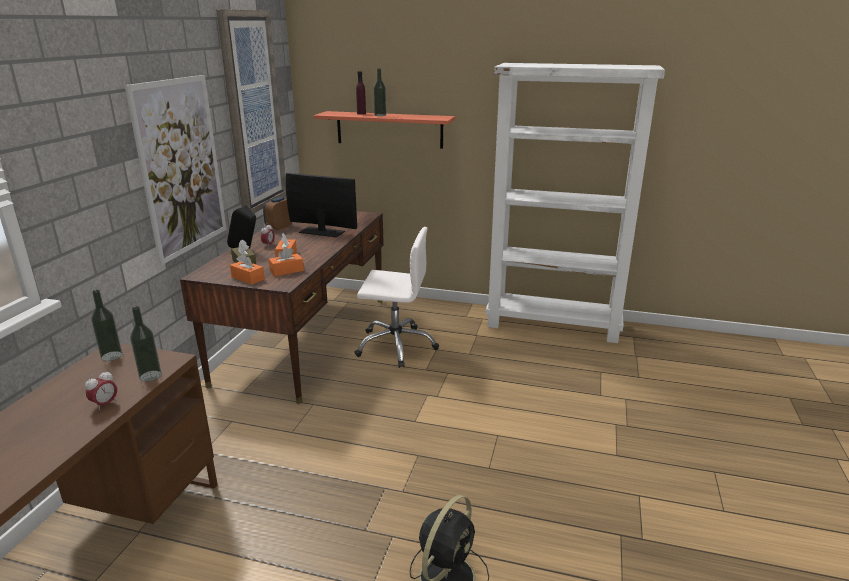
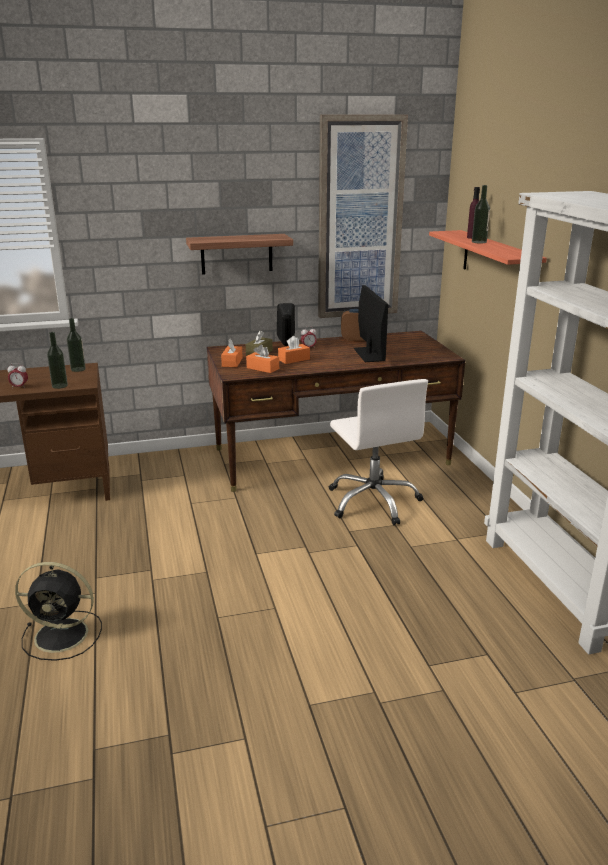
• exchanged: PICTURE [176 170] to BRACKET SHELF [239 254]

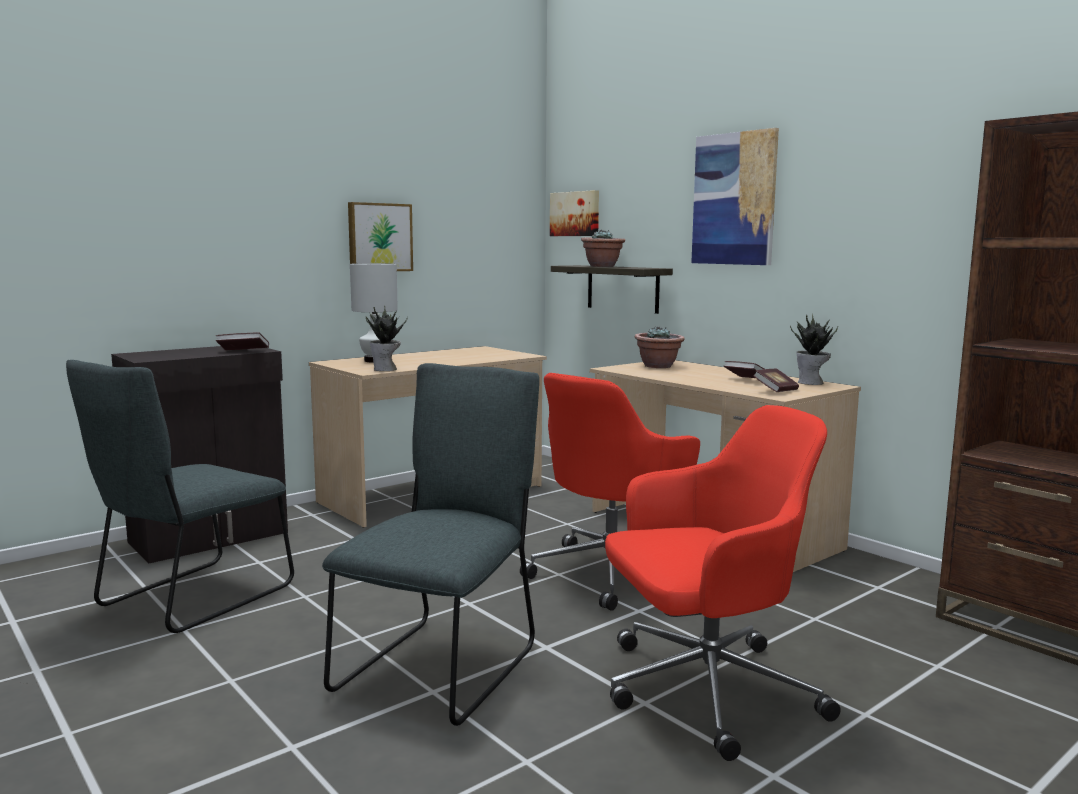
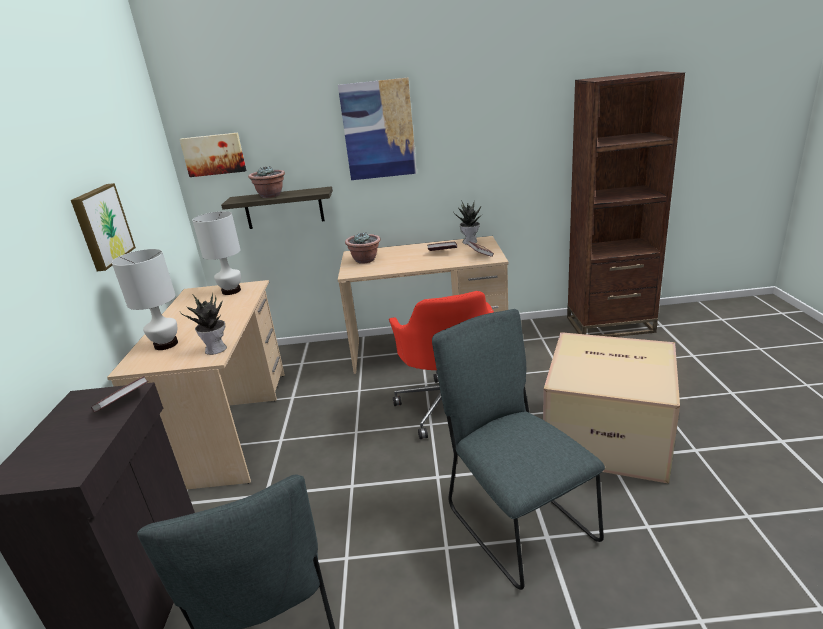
• exchanged: RED OFFICE CHAIR [723 583] to CARDBOARD BOX [611 408]
• appeared: WHITE TABLETOP LAMP [216 253]

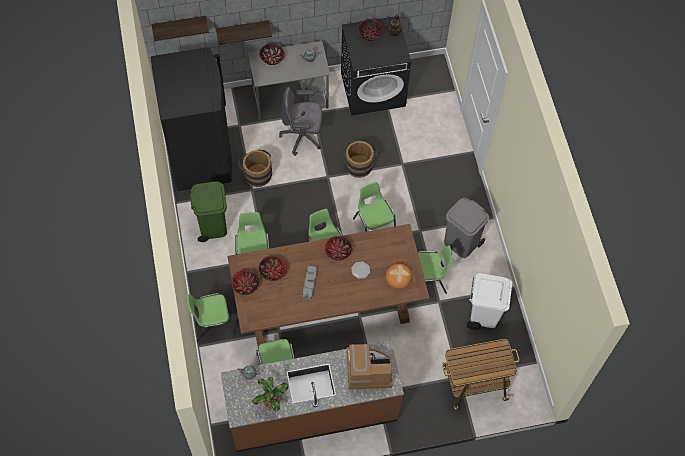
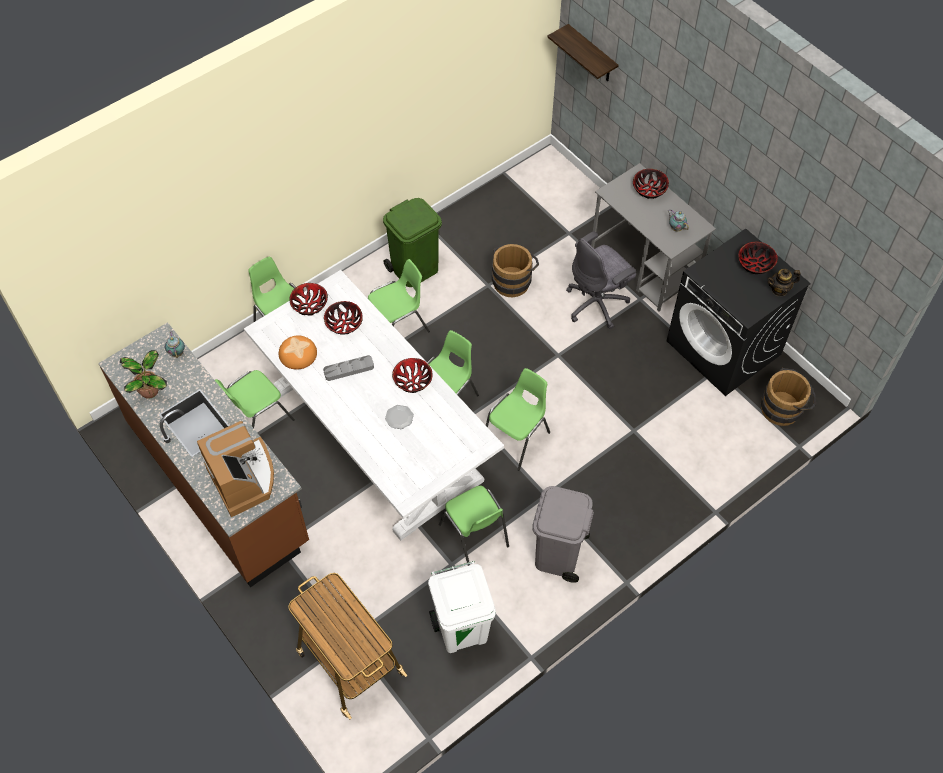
• missing: BLACK-COLOURED KITCHEN FRIDGE [191 119]
• missing: BRACKET SHELF [244 32]
• colour: BROWNISH DINING TABLE [328 287] to WHITE DINING TABLE [374 405]
• spun: GREY OFFICE CHAIR [300 121] = [601 280] 105 degrees counterclockwise
• relocated: BROWNISH BUCKET [360 159] to [788 397]
• relocated: BREAD [399 276] to [298 353]

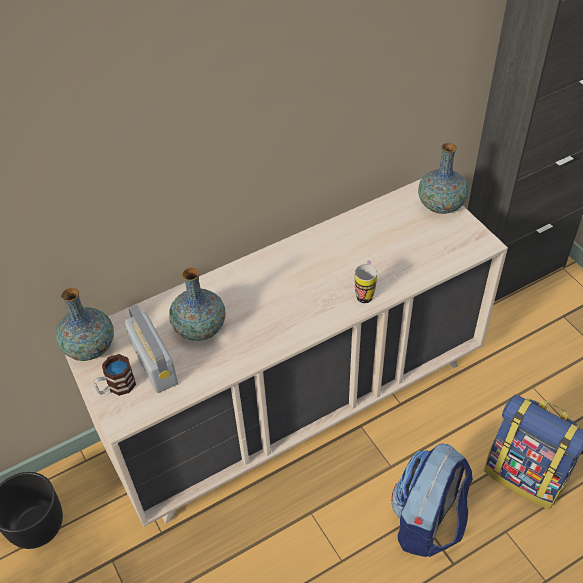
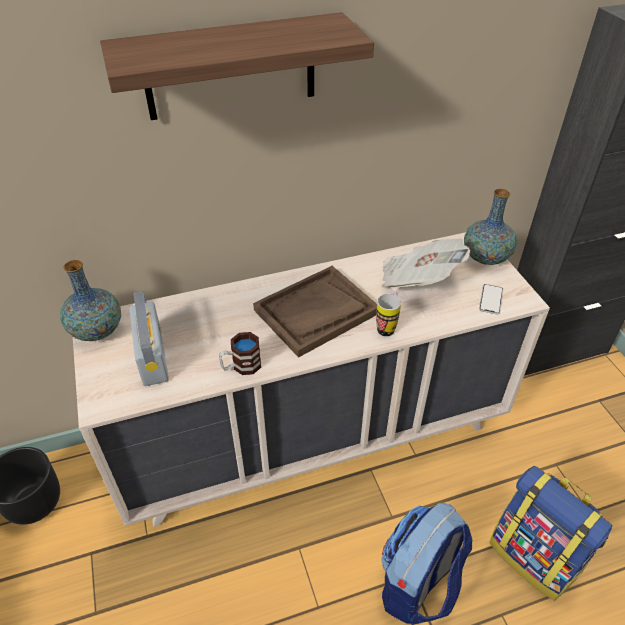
• relocated: COFFEE MUG [114 375] to [240 353]
• missing: VASE [197 304]
• appeared: BRACKET SHELF [237 66]
• appeared: BROWNISH CARRYING TRAY [315 312]
• appeared: NEWSPAPER [426 263]
• appeared: HANDSET [491 299]

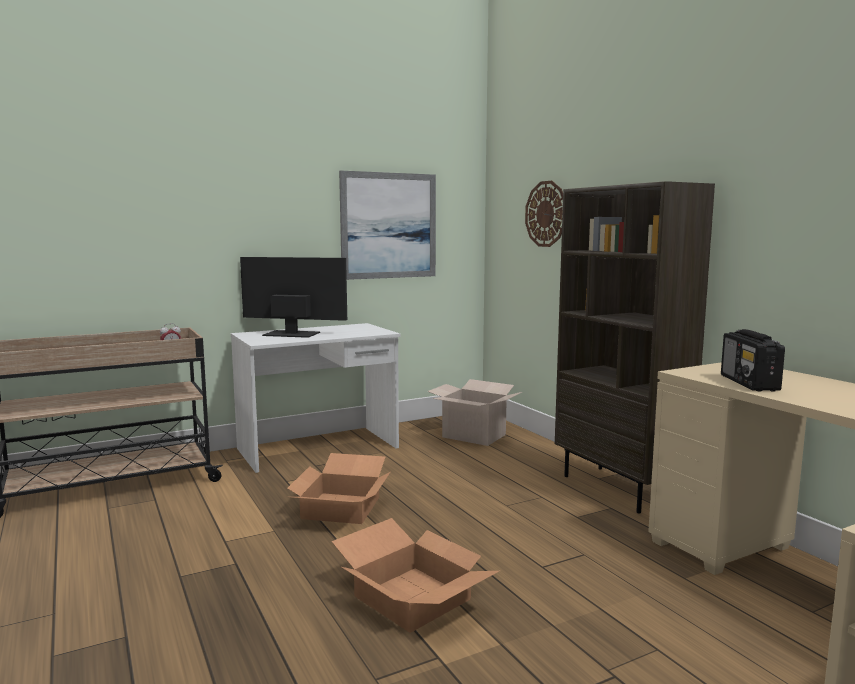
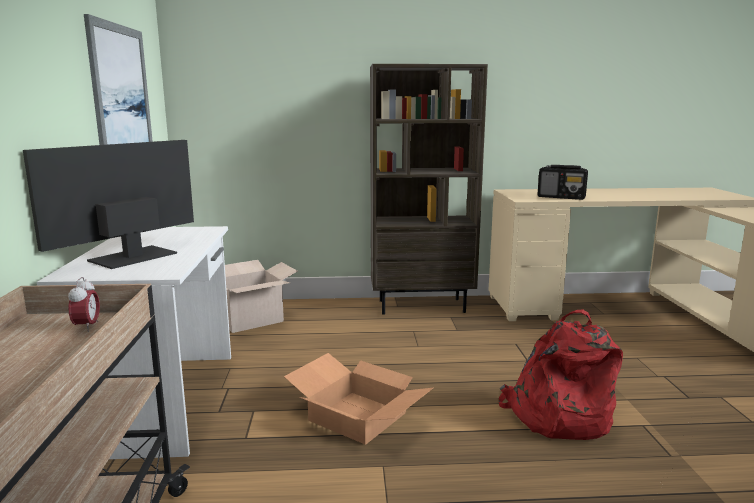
• exchanged: CARDBOARD BOX [415 575] to RED BACKPACK [561 374]
• missing: WALL CLOCK [544 214]

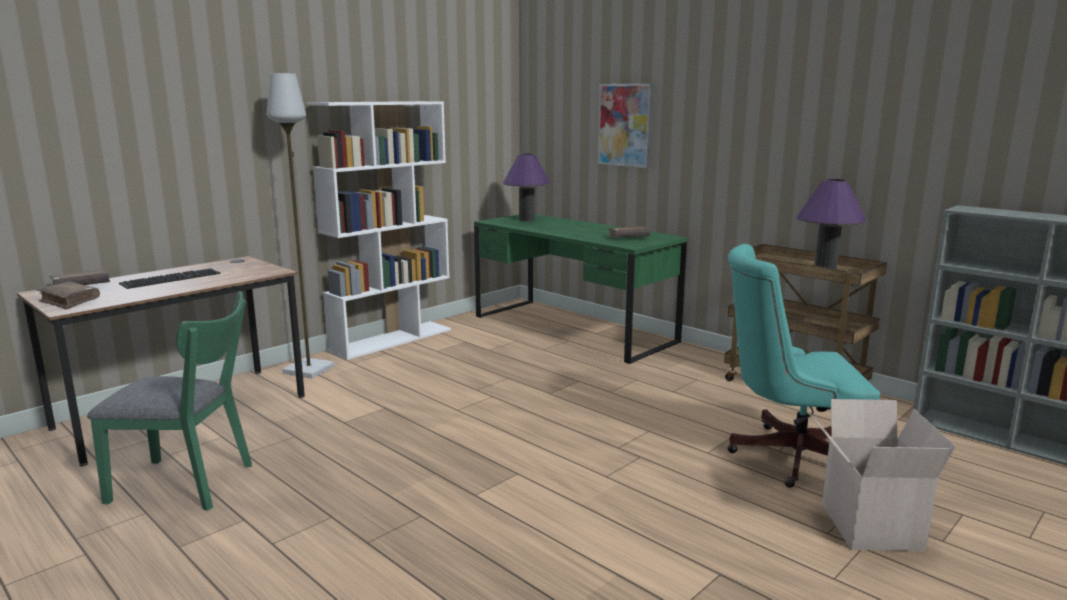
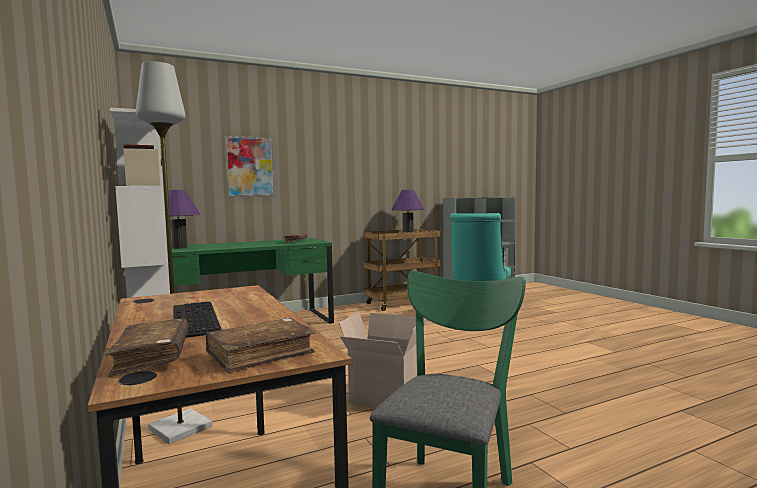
• relocated: CARDBOARD BOX [883 475] to [383 360]

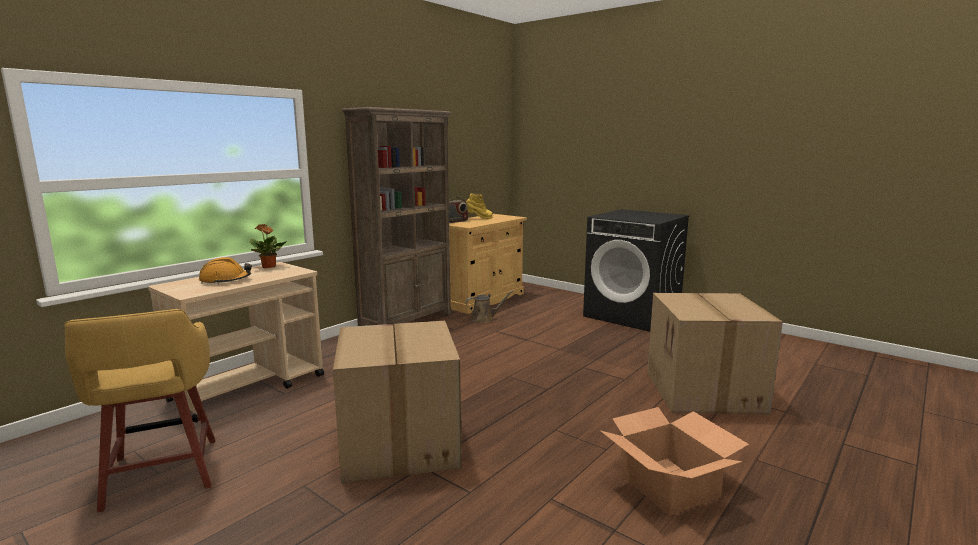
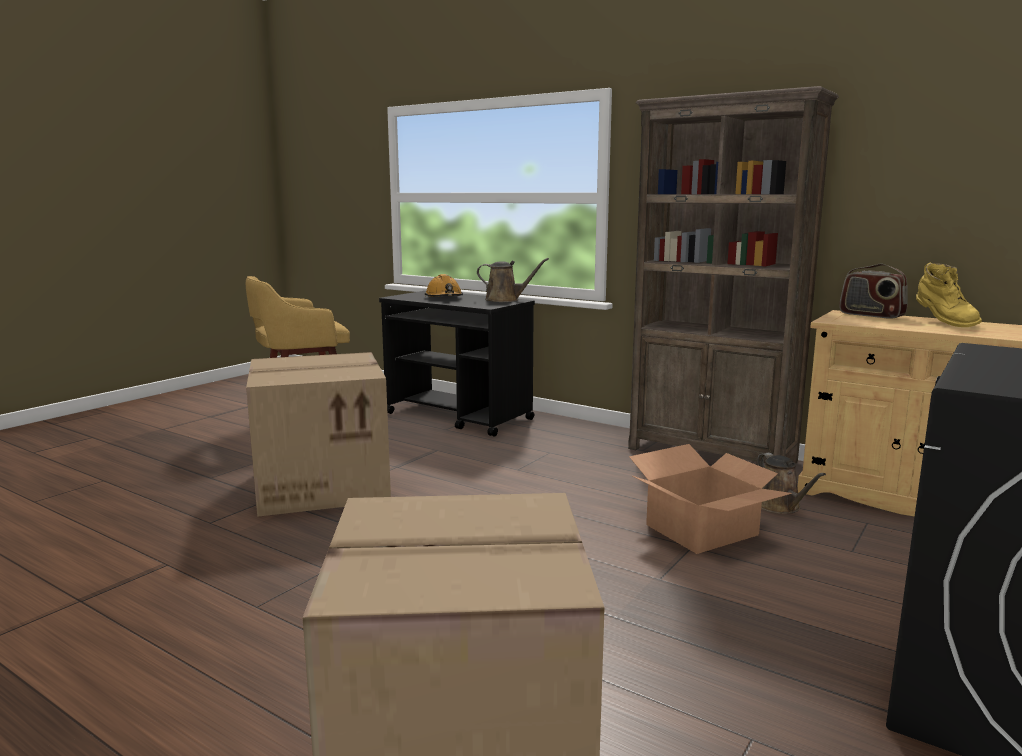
• colour: SAND-COLOURED TROLLEY [236 342] to BLACK-COLOURED TROLLEY [457 364]
• exchanged: POTTED PLANT [268 246] to BROWNISH WATERING CAN [513 280]
• relocated: CARDBOARD BOX [674 461] to [710 499]

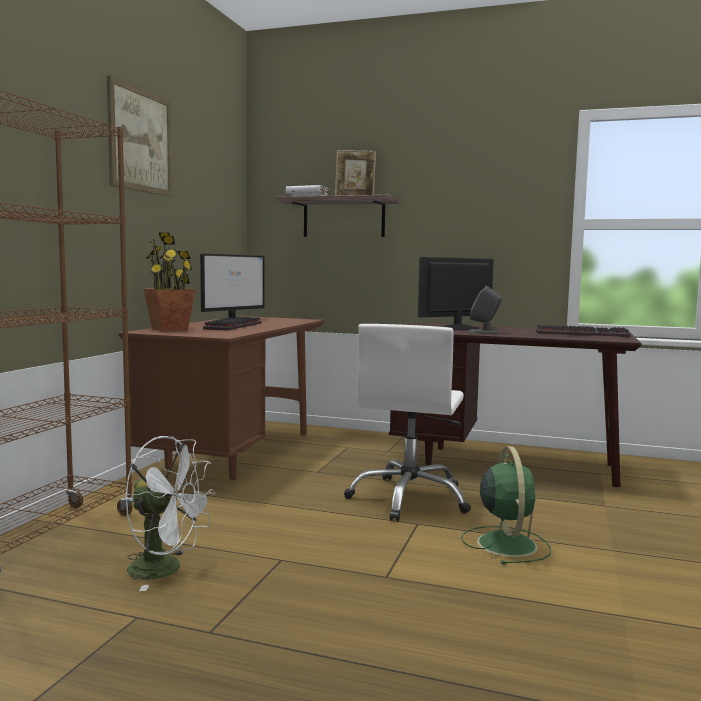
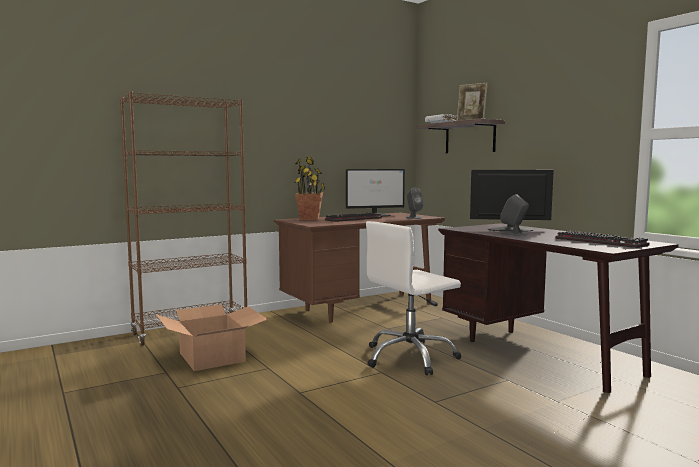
• missing: PICTURE [139 136]
• exchanged: WHITE ELECTRIC FAN [170 513] to CARDBOARD BOX [211 337]
• missing: GREEN-COLOURED ELECTRIC FAN [506 505]
• appeared: GREY SPEAKER [415 203]

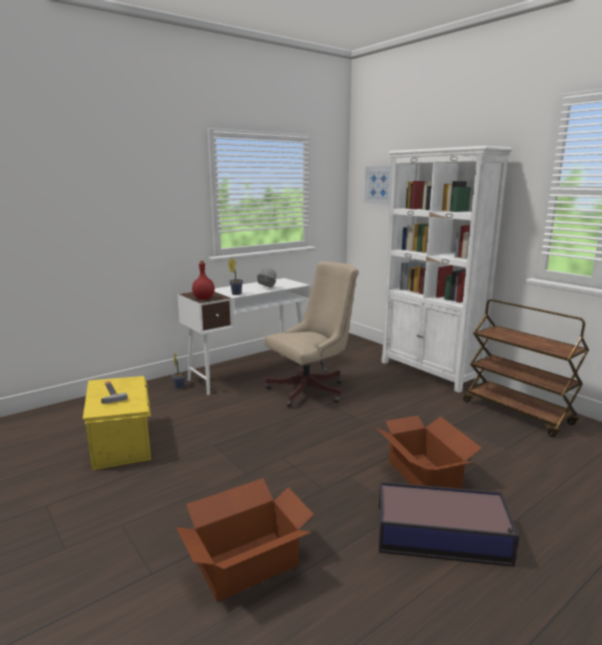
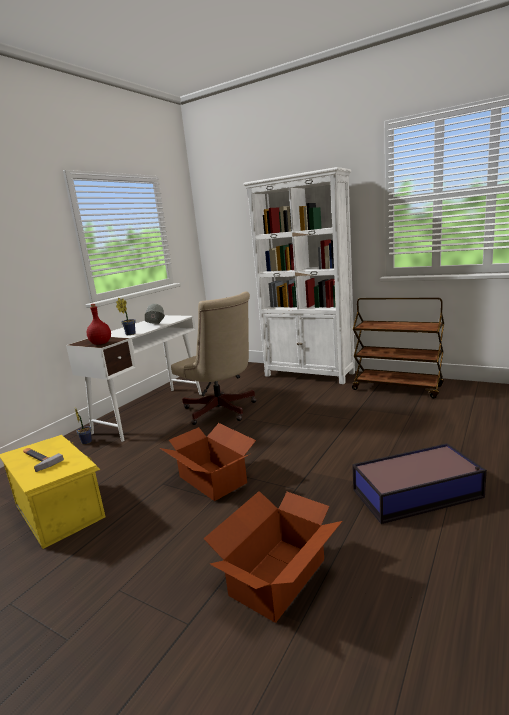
• spun: SAND-COLOURED OFFICE CHAIR [312 334] = [213 358] 105 degrees clockwise
• missing: PICTURE [378 185]
• relocated: CARDBOARD BOX [429 452] to [208 462]

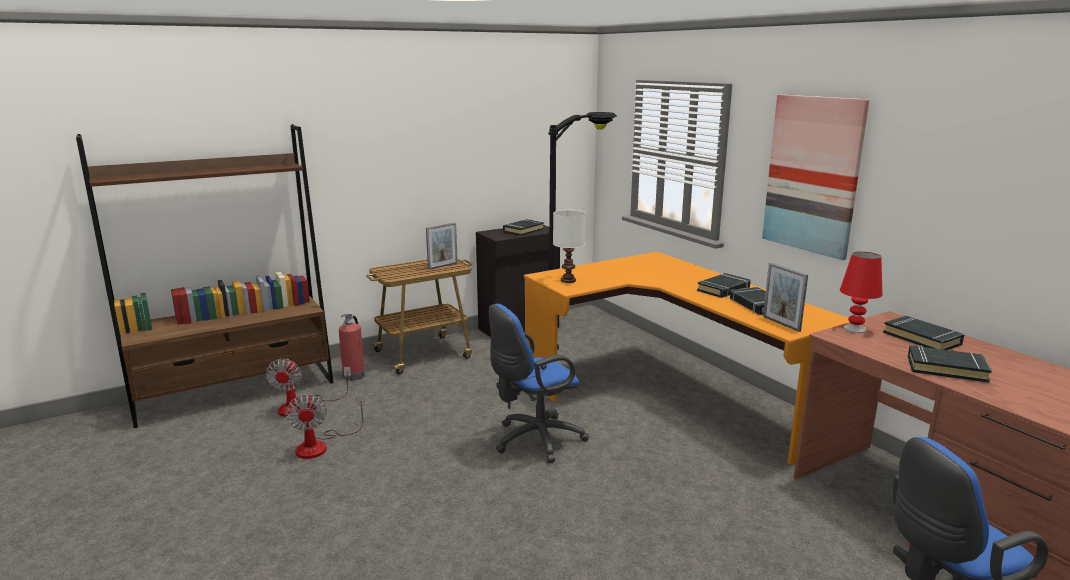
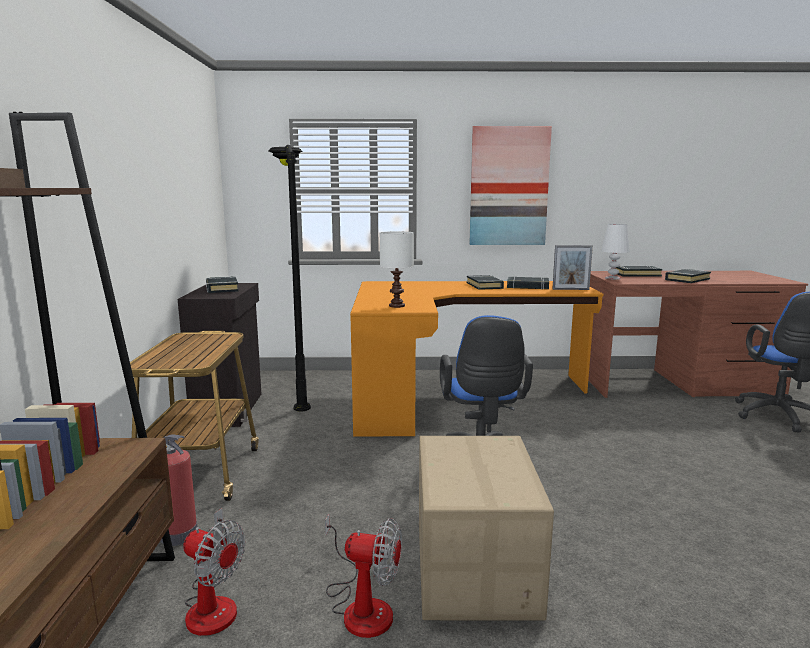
• missing: PICTURE FRAME [442 246]
• colour: RED TABLETOP LAMP [861 292] to WHITE TABLETOP LAMP [615 252]
• appeared: CARDBOARD BOX [486 528]

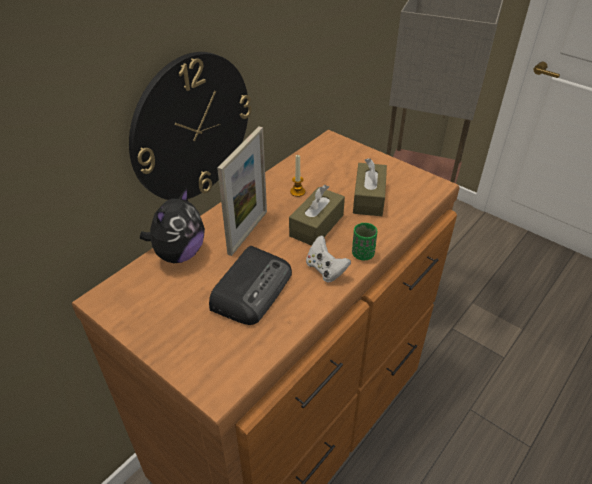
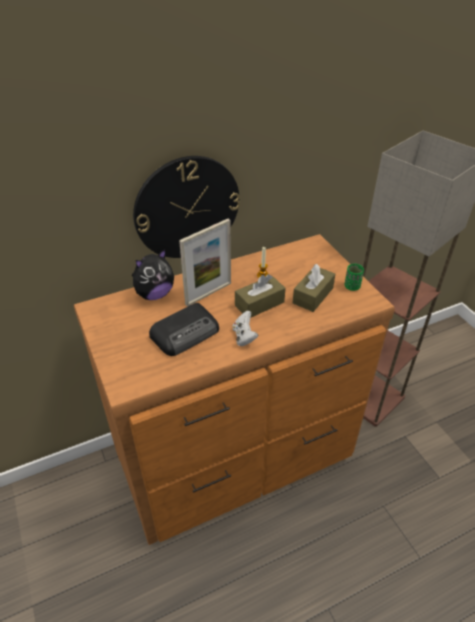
• relocated: GREEN-COLOURED DRINKING CUP [364 241] to [354 277]

